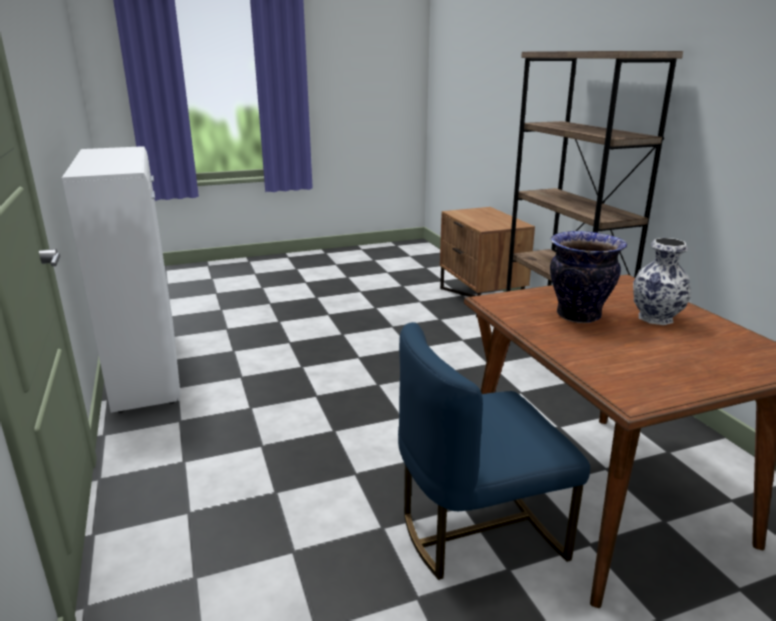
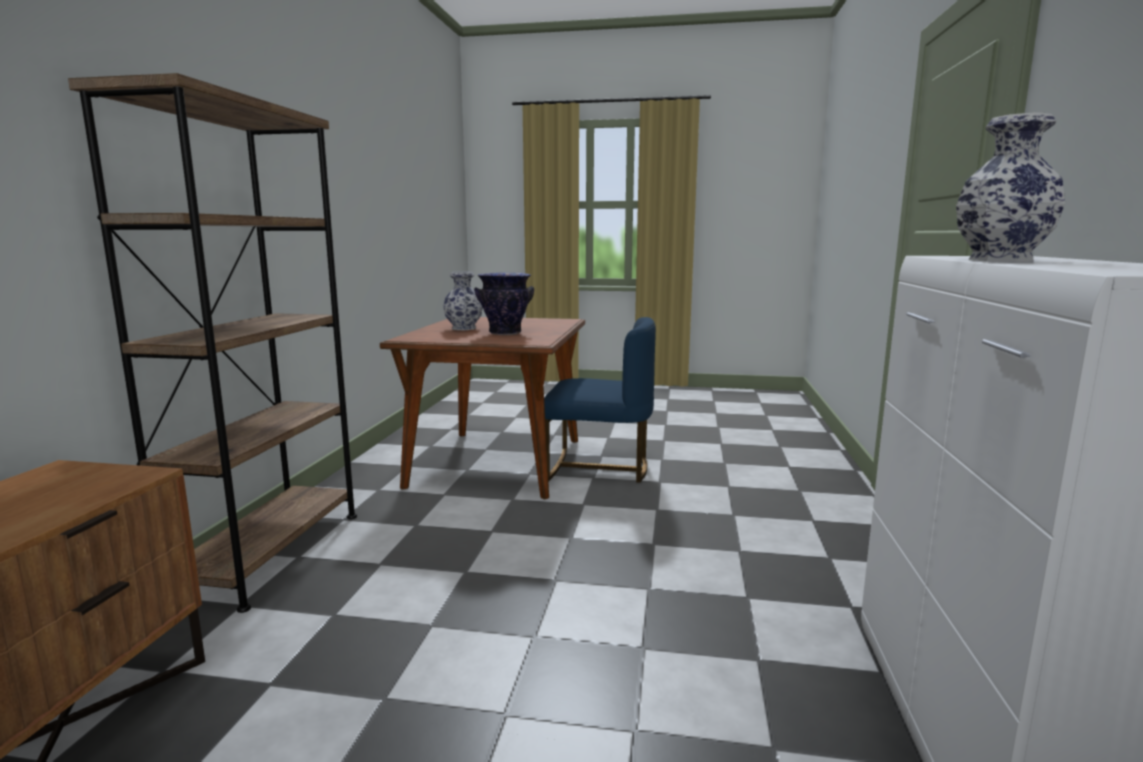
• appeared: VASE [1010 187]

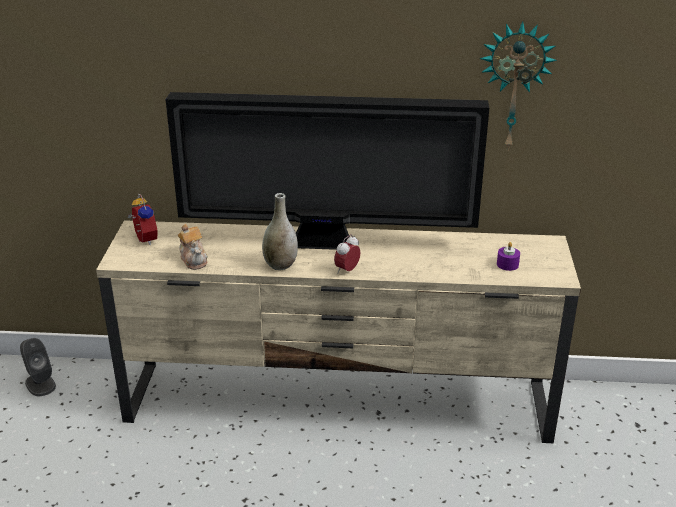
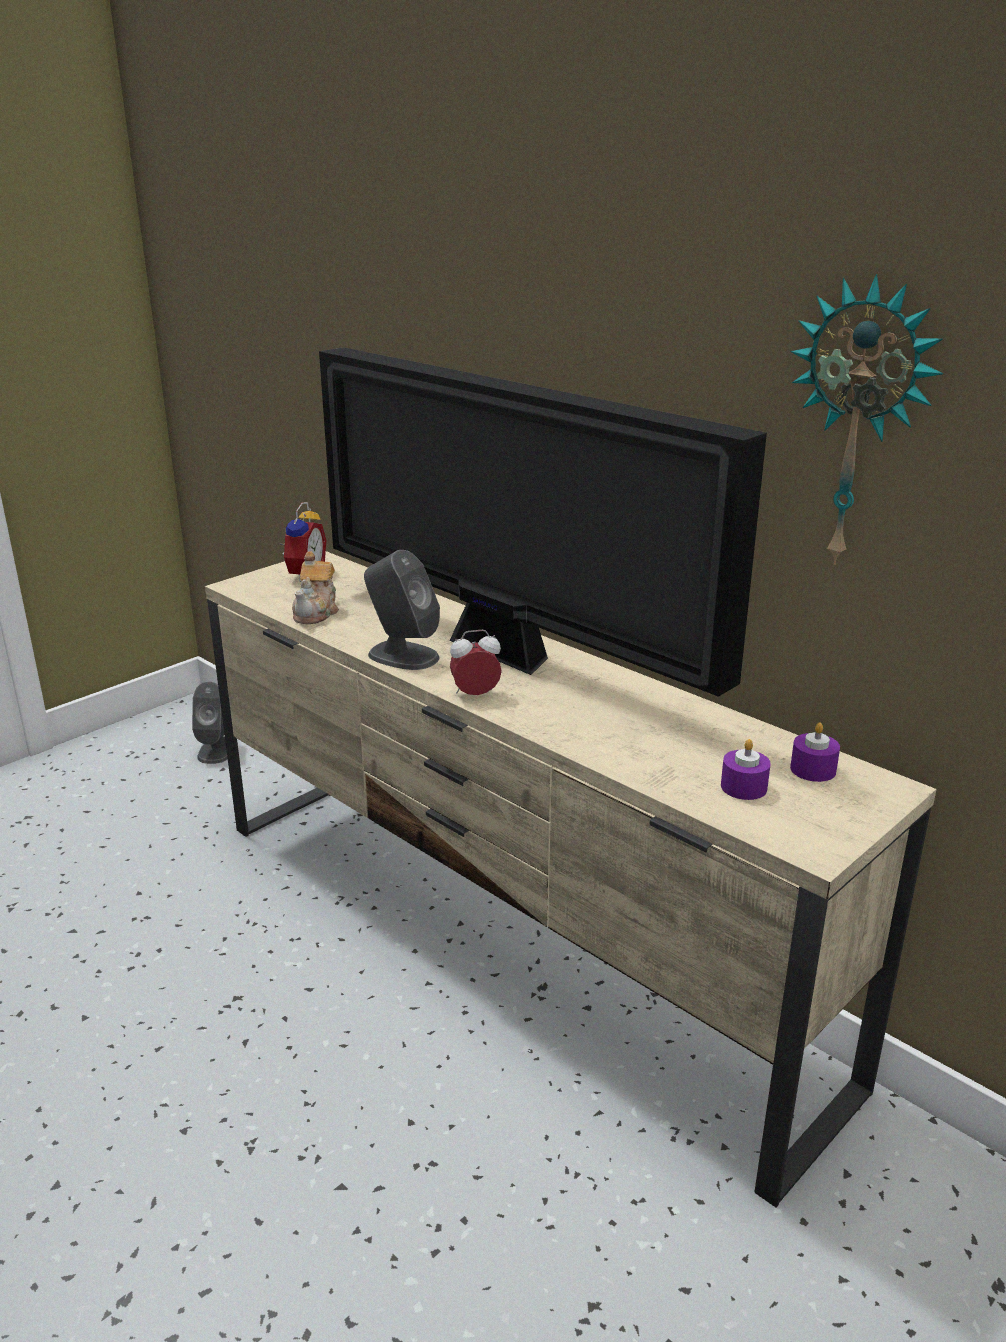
• exchanged: GREY VASE [280 231] to GREY SPEAKER [402 610]
• appeared: PURPLE WAX LIGHT [815 752]

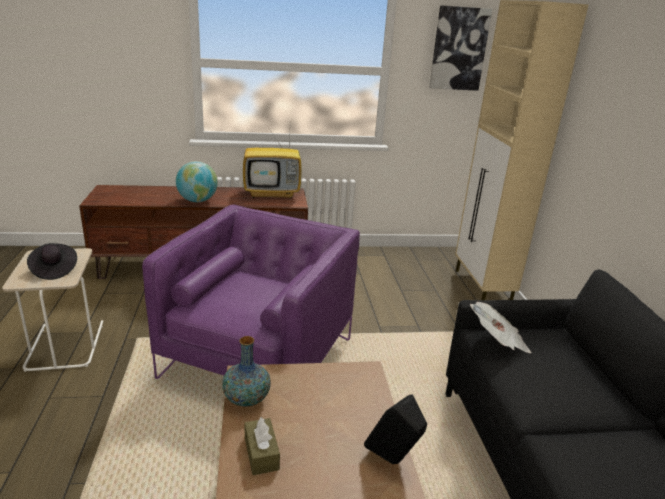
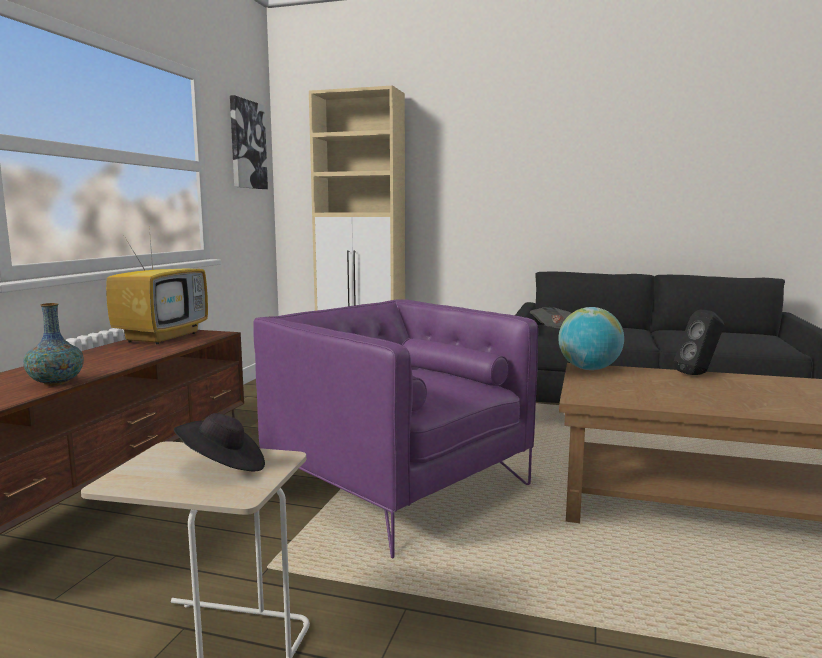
• relocated: WORLD GLOBE [197 181] to [591 338]
• relocated: VASE [246 371] to [53 344]
• missing: BROWNISH TISSUE HOLDER [262 445]

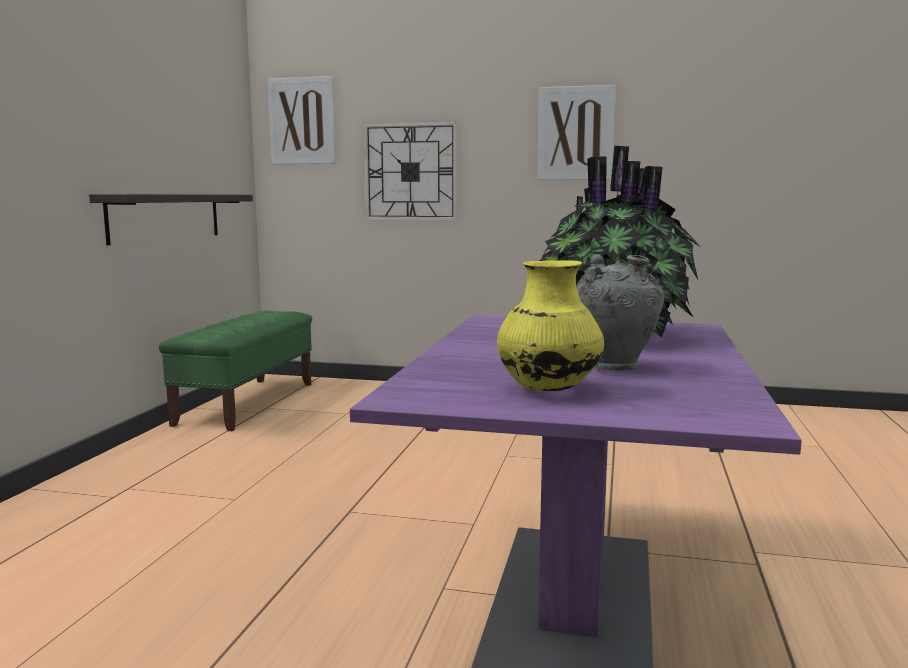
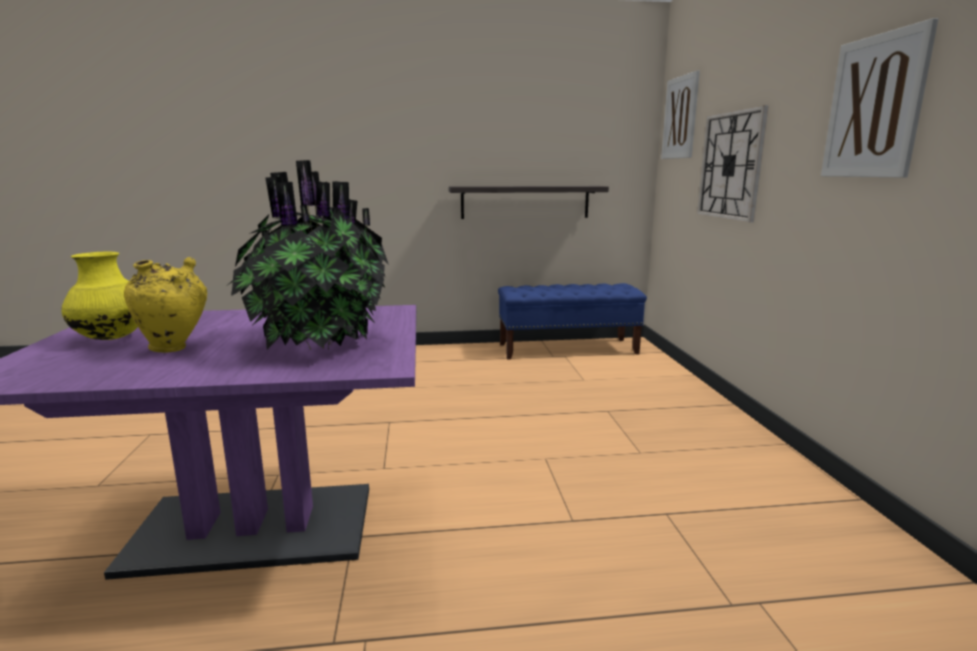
• colour: GREEN-COLOURED BENCH [235 371] to BLUE-COLOURED BENCH [572 321]
• colour: GREY VASE [620 312] to YELLOW VASE [165 304]

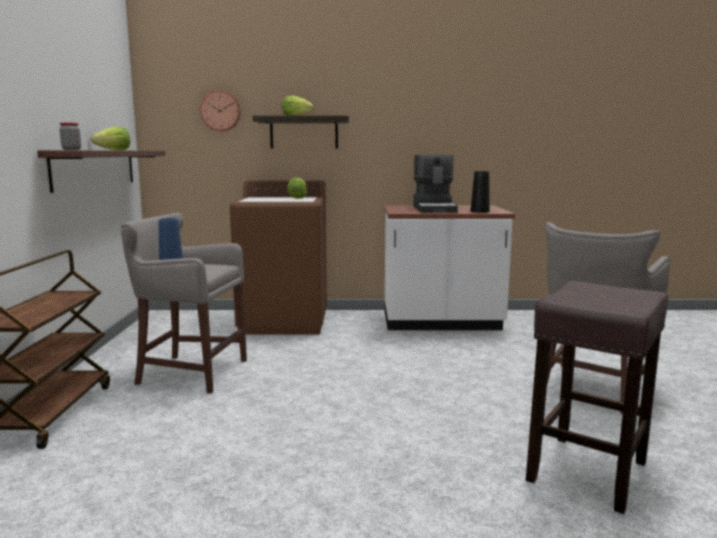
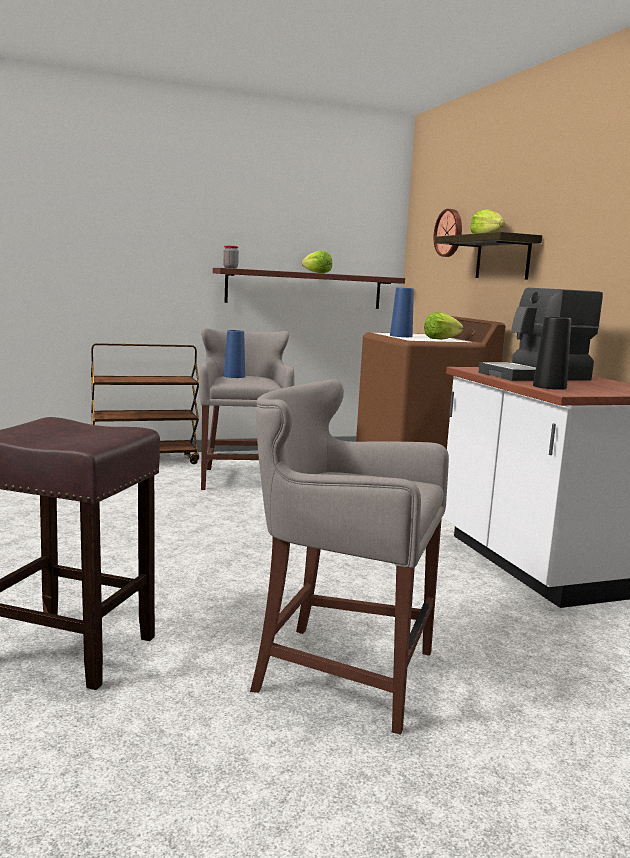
• appeared: BLUE-COLOURED VASE [402 312]

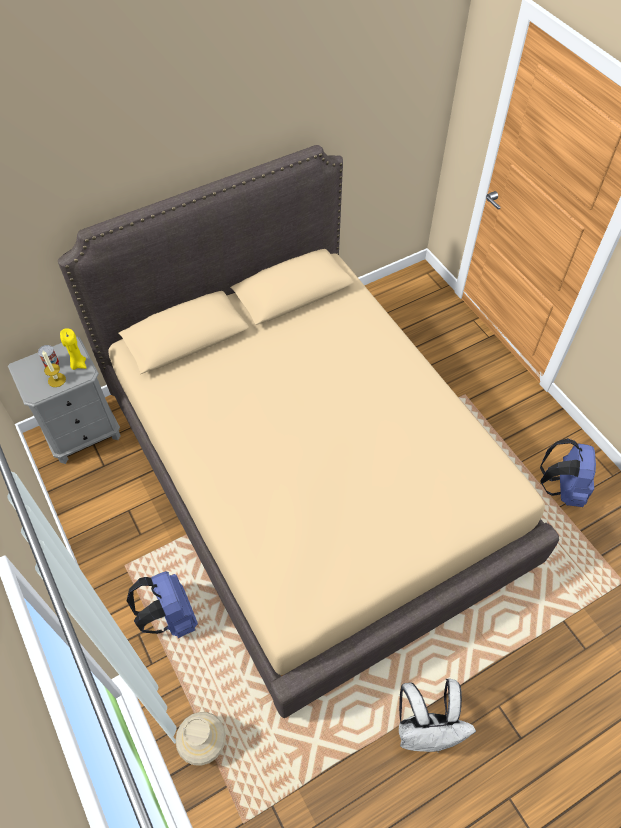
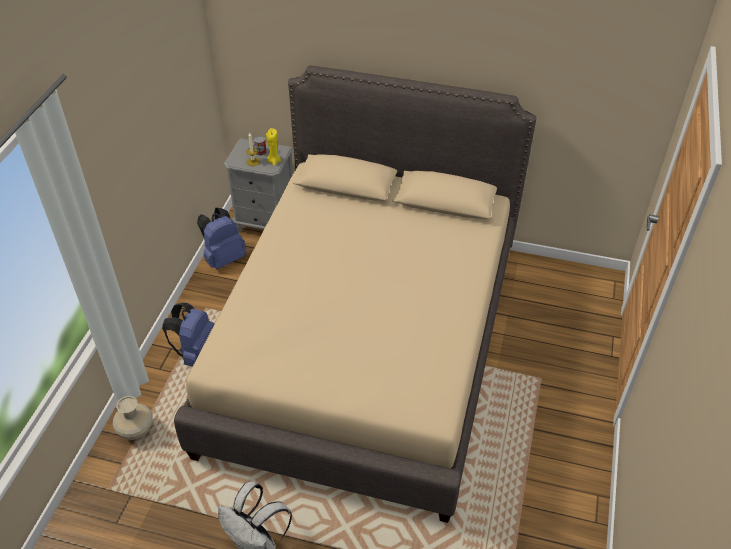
• relocated: BLUE-COLOURED BACKPACK [568 472] to [221 238]

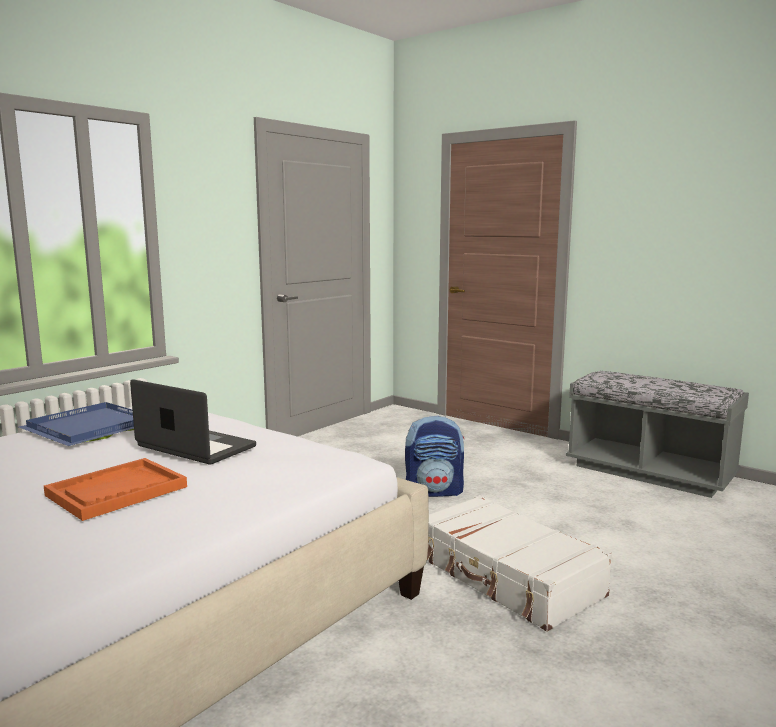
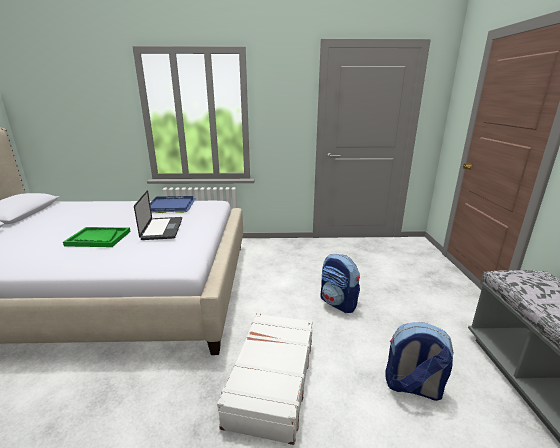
• colour: ORANGE CARRYING TRAY [115 489] to GREEN-COLOURED CARRYING TRAY [97 237]
• appeared: BACKPACK [419 361]

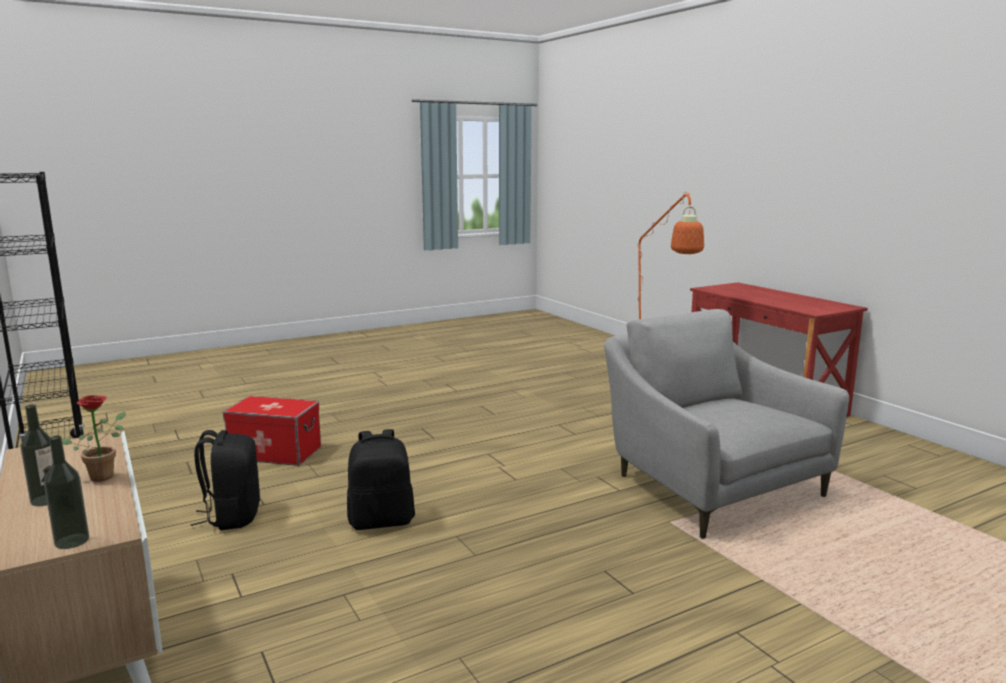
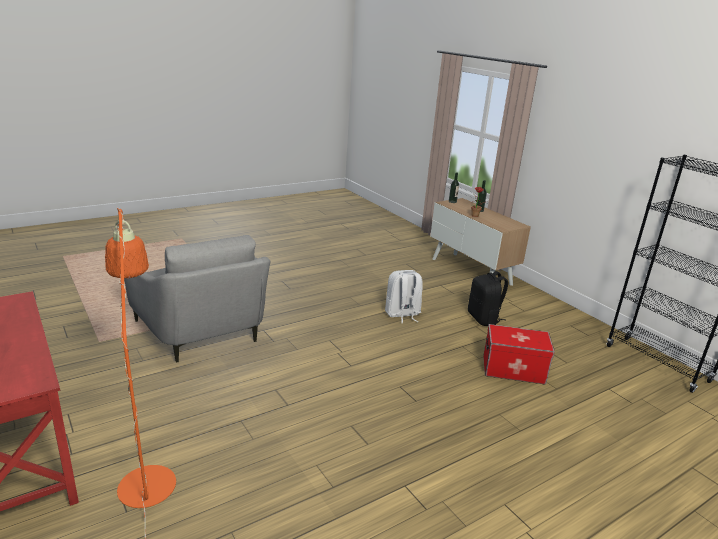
• colour: BLACK-COLOURED BACKPACK [381 479] to WHITE BACKPACK [404 297]

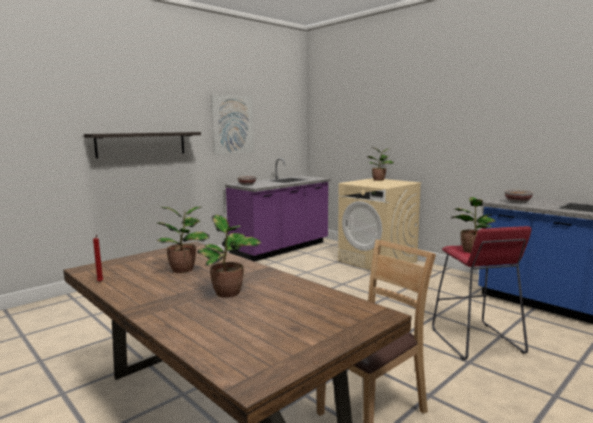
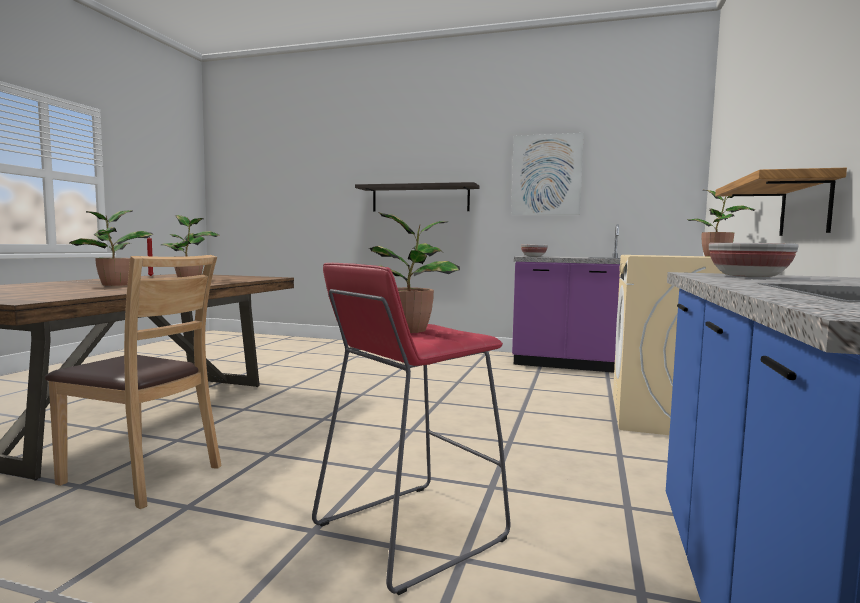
• appeared: BRACKET SHELF [781 202]

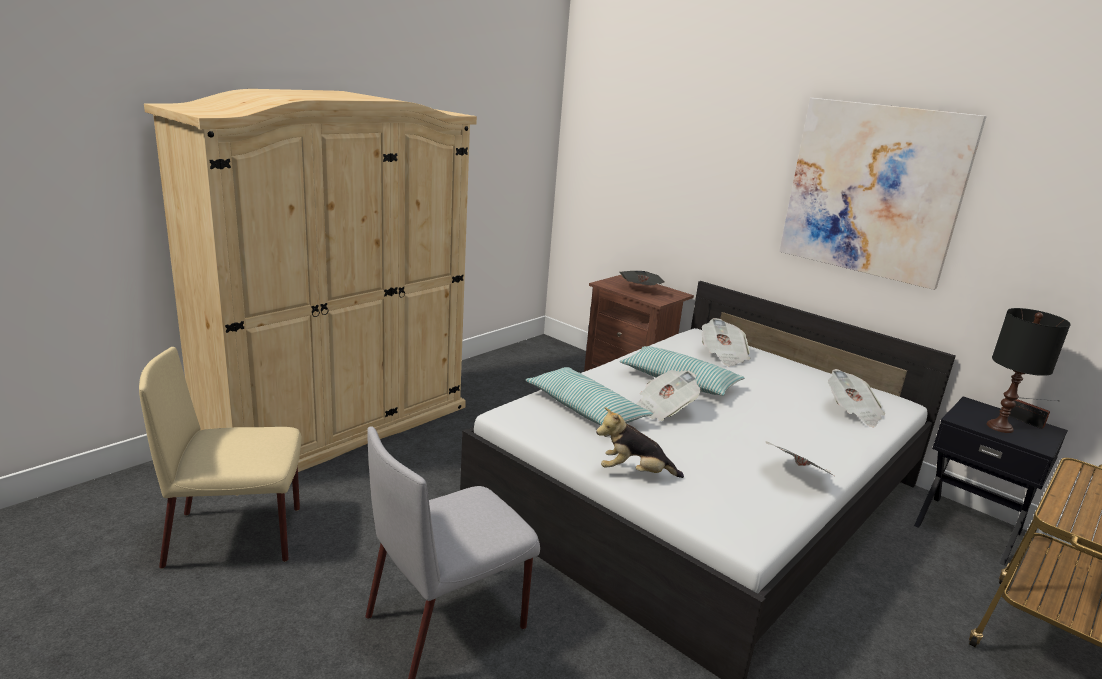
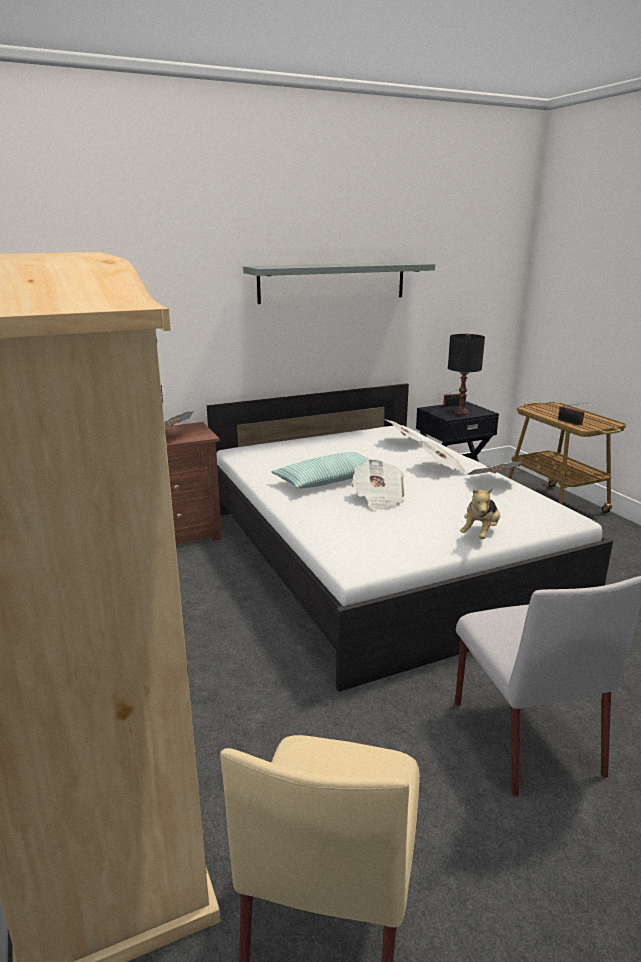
• missing: CUSHION [589 396]
• relocated: NEWSPAPER [726 342] to [443 456]
• exchanged: PICTURE [883 194] to GREY BRACKET SHELF [339 283]
• appeared: RADIO [571 414]

